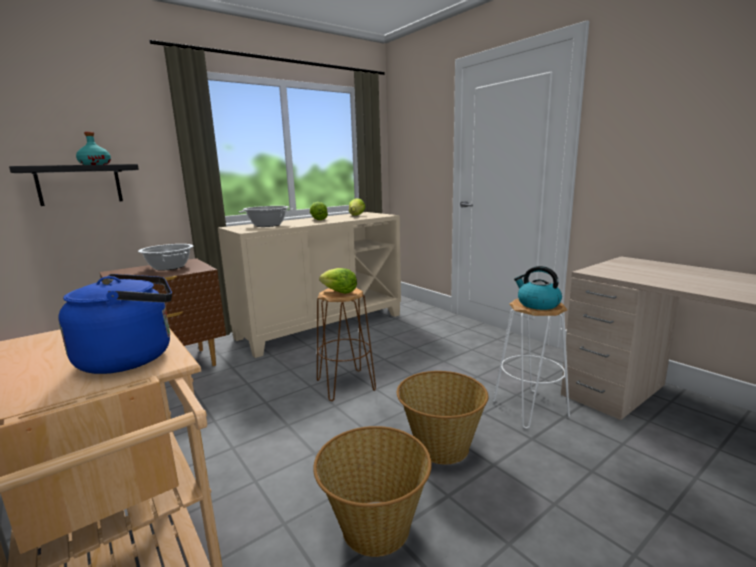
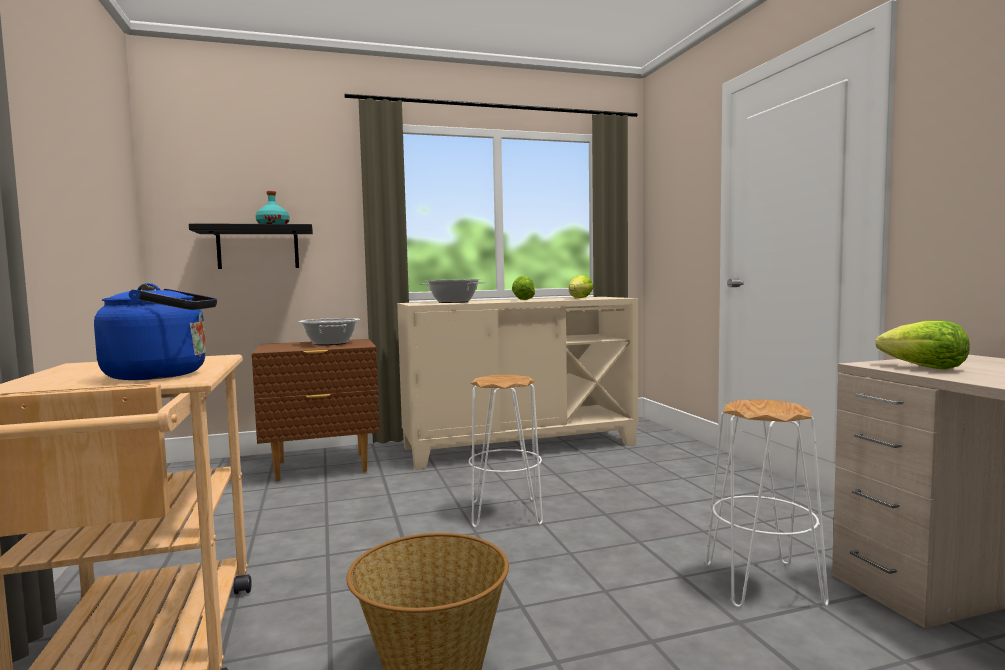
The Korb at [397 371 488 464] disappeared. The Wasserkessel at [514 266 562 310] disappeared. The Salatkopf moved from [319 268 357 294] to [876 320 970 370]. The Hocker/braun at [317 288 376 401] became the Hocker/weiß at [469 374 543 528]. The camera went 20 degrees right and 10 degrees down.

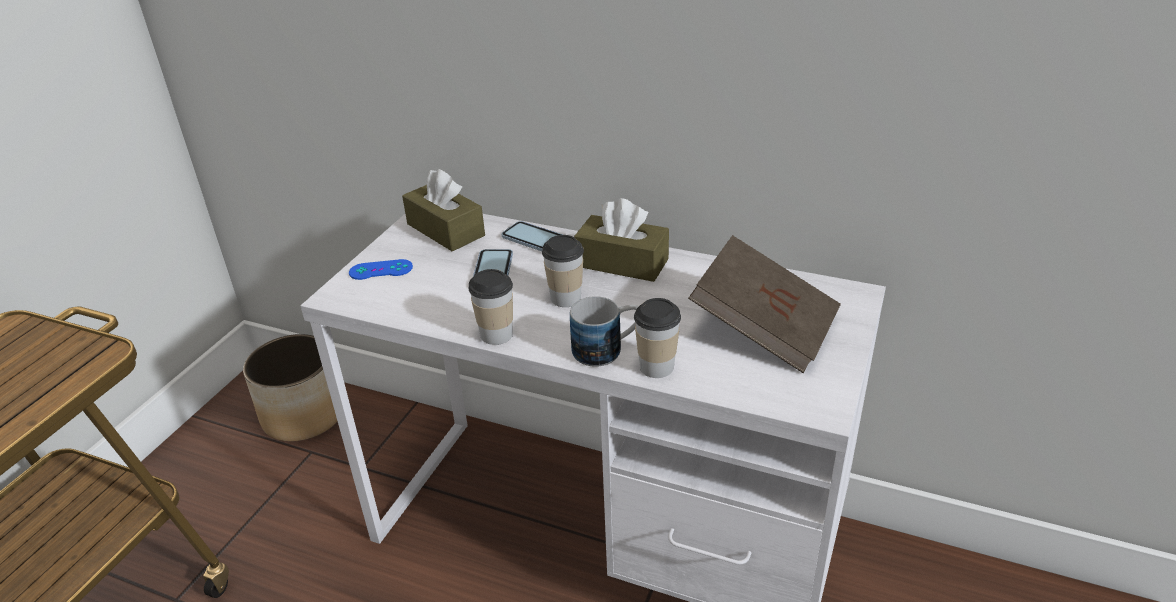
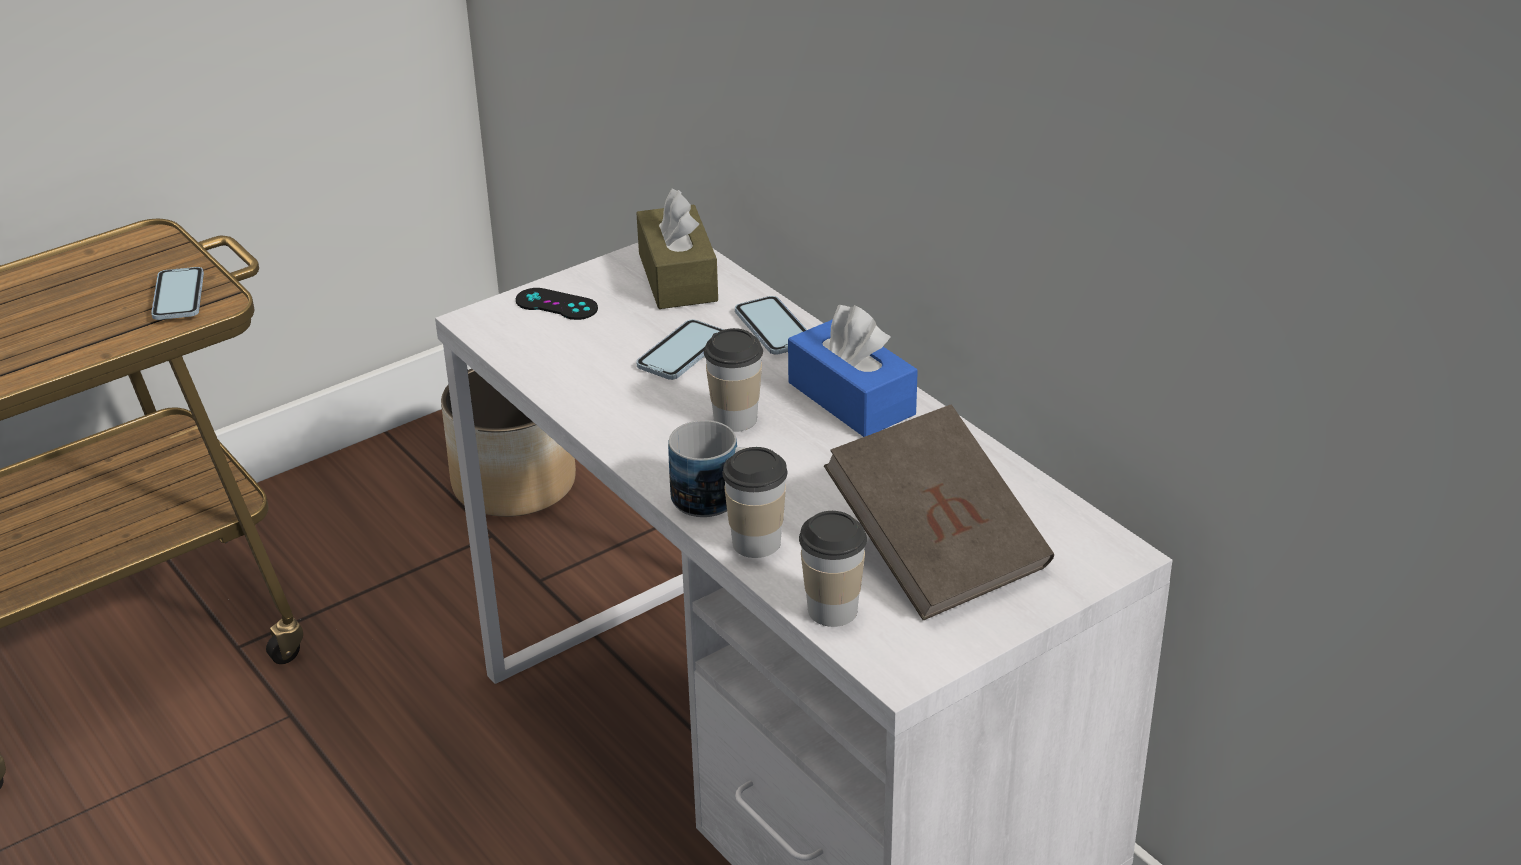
The Handy at [151 267 204 320] appeared. The Tasse moved from [469 269 513 345] to [799 511 867 627]. The Gamepad/blau at [349 259 413 280] became the Gamepad/schwarz at [516 288 598 320]. The Taschentuchbox/braun at [574 198 669 282] became the Taschentuchbox/blau at [788 305 918 437]. The camera went 30 degrees right and 0 degrees up.

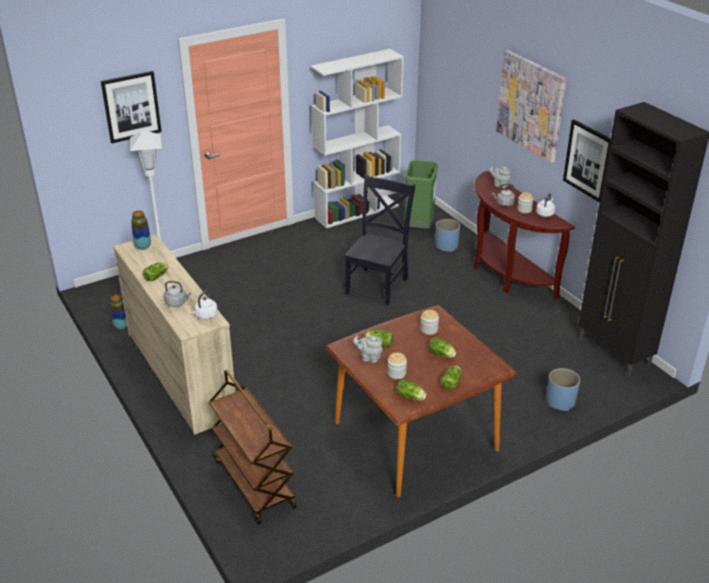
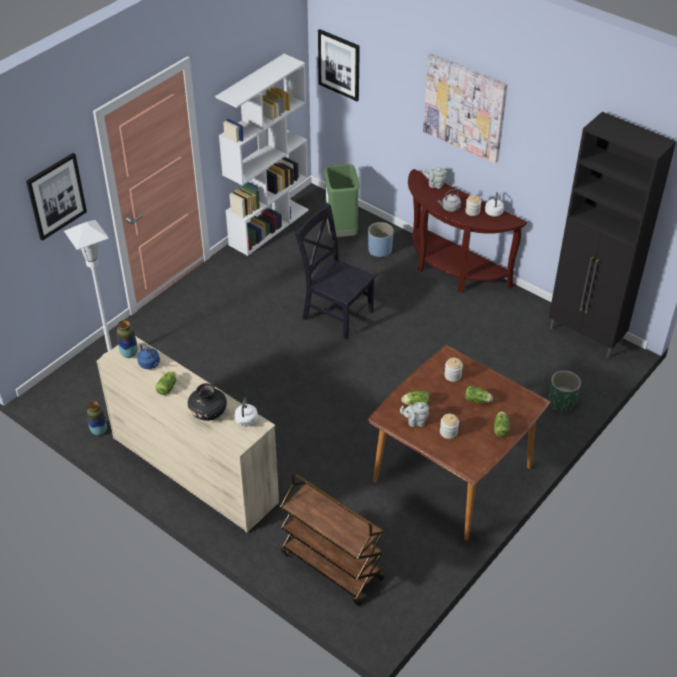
The Salatkopf at [397 379 426 400] disappeared. The Wasserkessel/blau at [137 343 160 369] appeared. The Bild moved from [563 120 611 202] to [318 29 360 101]. The Wasserkessel/grau at [164 281 191 307] was replaced by the Vase/schwarz at [188 383 227 421]. The Pflanzkübel/blau at [546 368 580 411] became the Pflanzkübel/grün at [549 371 581 411]. The Stuhl/schwarz at [344 174 416 305] turned 60 degrees counterclockwise. The camera went 20 degrees left and 10 degrees up.

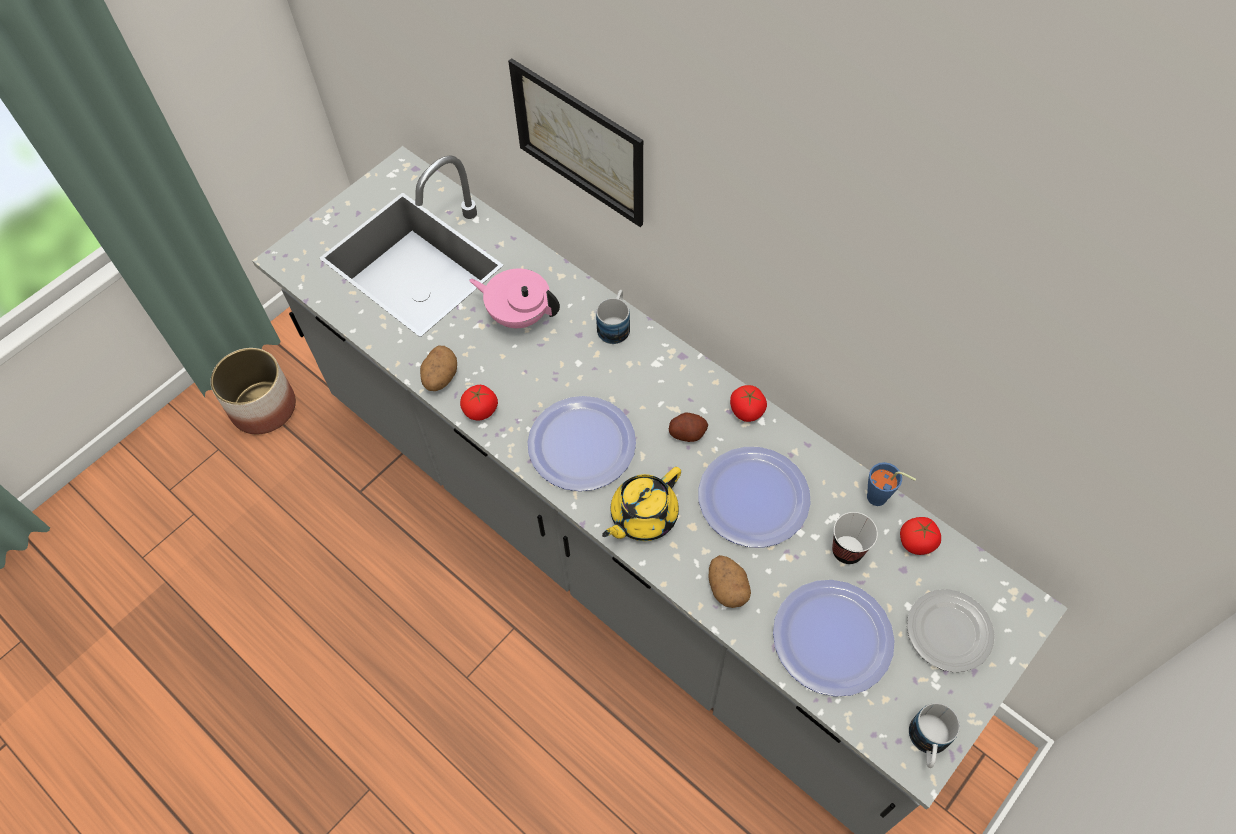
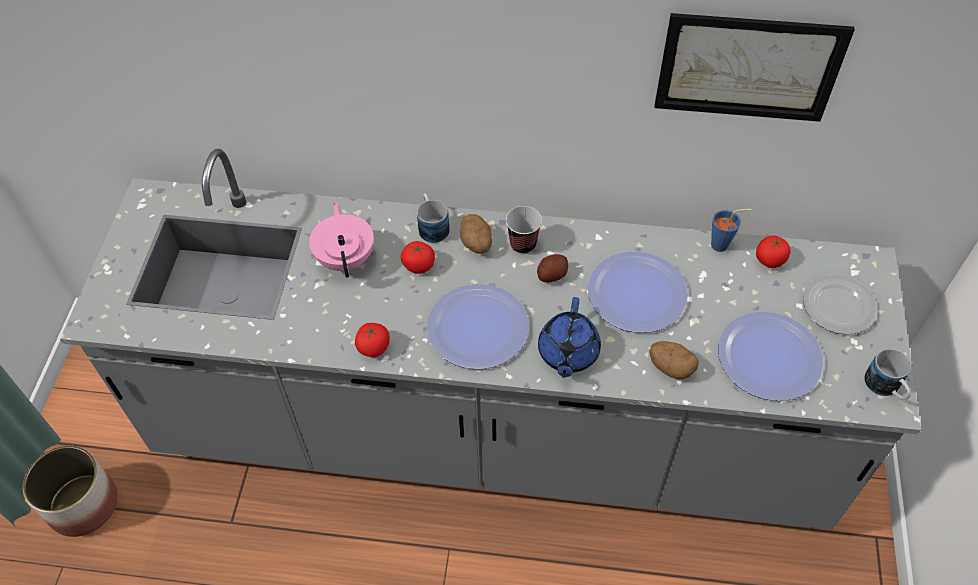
The Kartoffel moved from [420 346 457 391] to [460 214 492 254]. The Bild moved from [508 58 643 227] to [654 13 855 122]. The Tomate moved from [730 385 767 422] to [401 241 435 274]. The Tasse moved from [832 512 878 564] to [506 206 542 254]. The Teekanne/gelb at [602 467 681 541] became the Teekanne/blau at [538 297 601 378]. The Teekanne/rosa at [469 268 560 328] turned 90 degrees clockwise. The camera went 35 degrees left and 5 degrees down.

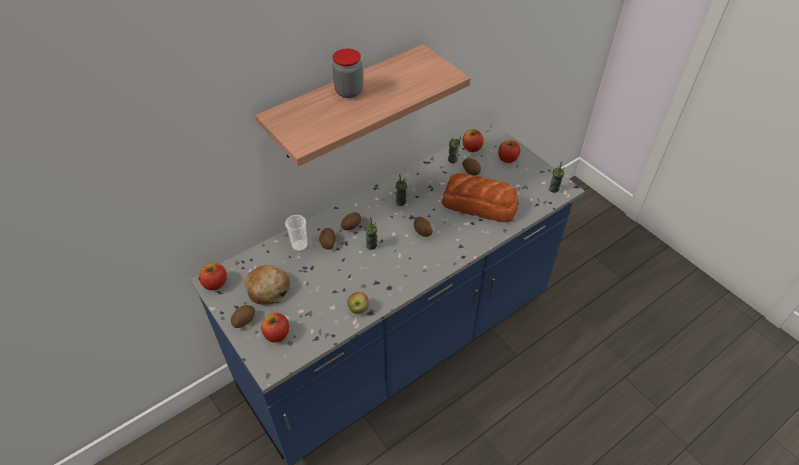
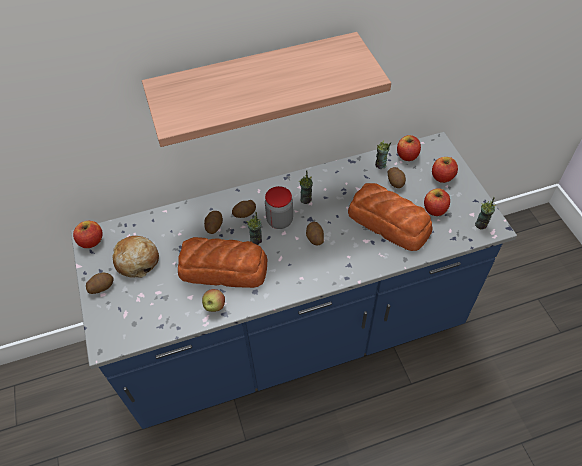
The Tasse at [285 215 308 252] disappeared. The Brot at [178 237 267 288] appeared. The Apfel moved from [261 312 289 343] to [424 188 450 216]. The Vorratsglas moved from [332 49 363 98] to [265 186 293 229]. The camera went 20 degrees right and 5 degrees up.

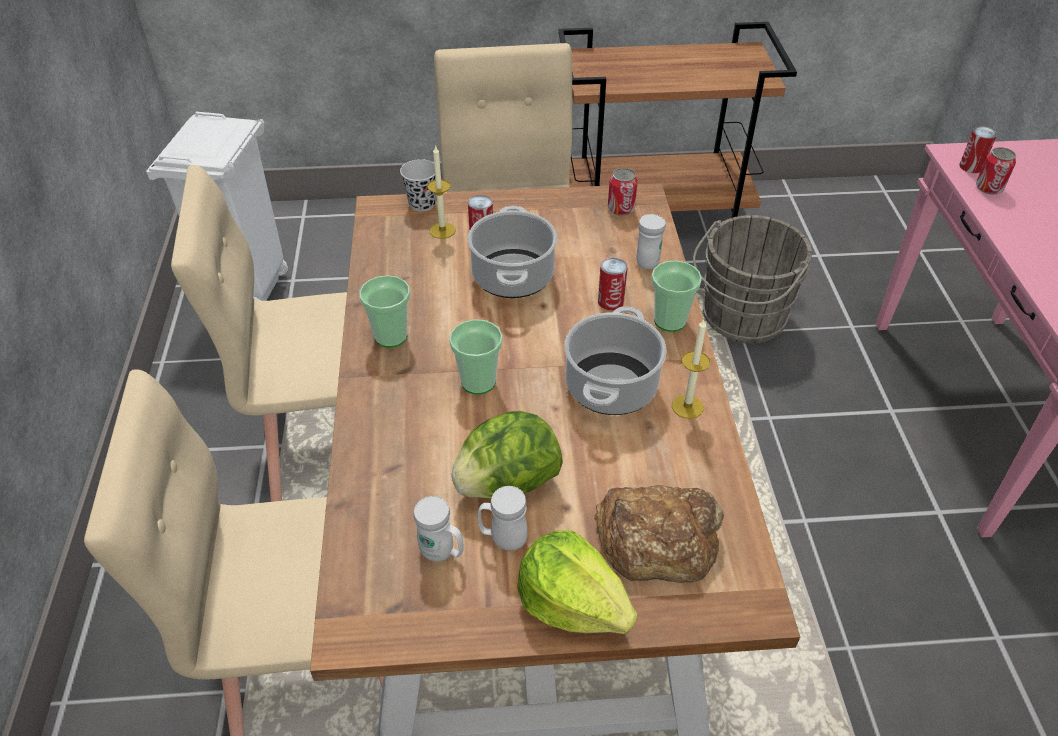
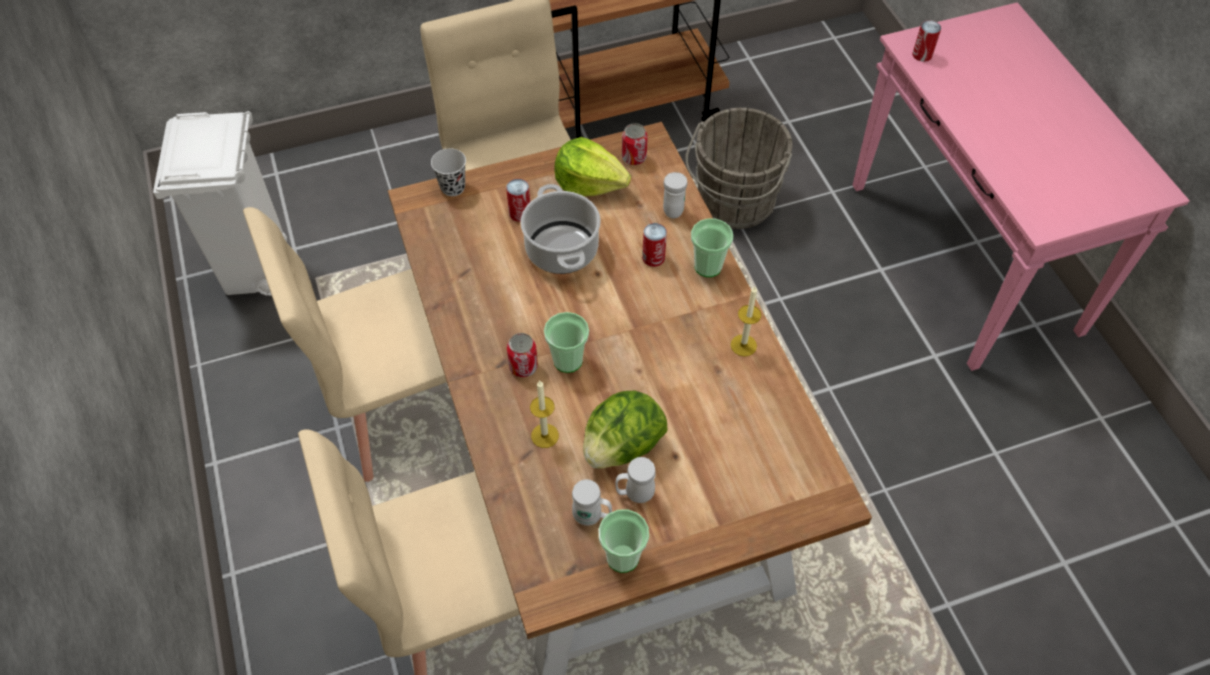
The Kochtopf at [564 307 667 415] disappeared. The Brot at [594 485 724 583] disappeared. The Tasse moved from [359 275 410 348] to [598 509 649 573]. The Kerze moved from [427 145 456 239] to [530 381 559 448]. The Salatkopf moved from [517 530 637 634] to [554 137 631 196]. The Dose moved from [976 147 1016 195] to [507 333 538 377]. The camera went 15 degrees left and 10 degrees up.

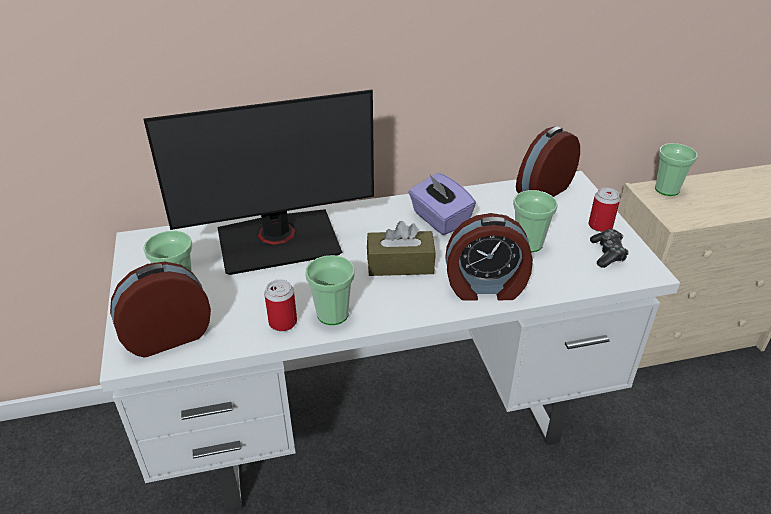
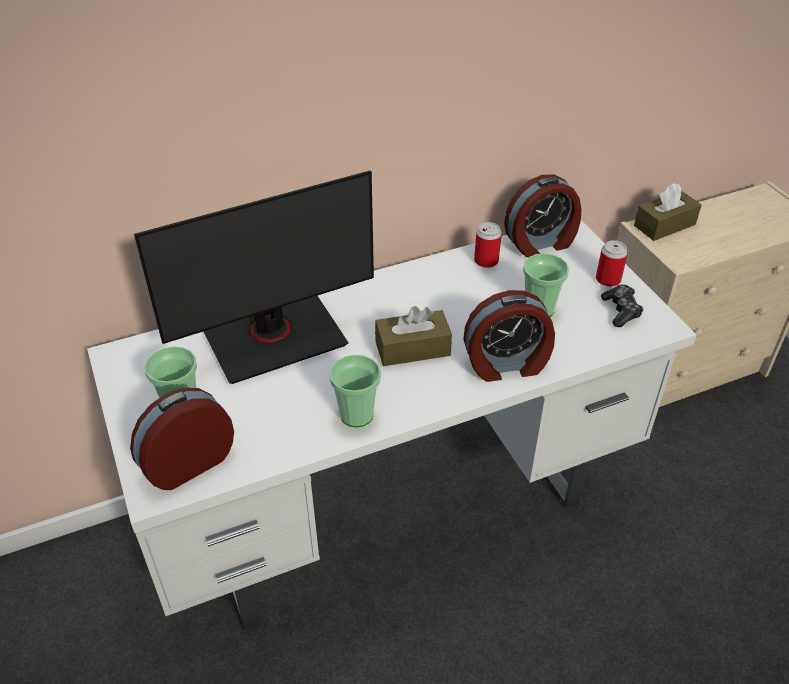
The Taschentuchbox/lila at [408 173 476 235] disappeared. The Dose moved from [264 280 297 331] to [474 222 502 268]. The Tasse at [655 143 698 196] was replaced by the Taschentuchbox/braun at [634 183 701 241]. The Wecker at [516 126 580 197] turned 150 degrees counterclockwise. The camera went 10 degrees left and 5 degrees up.

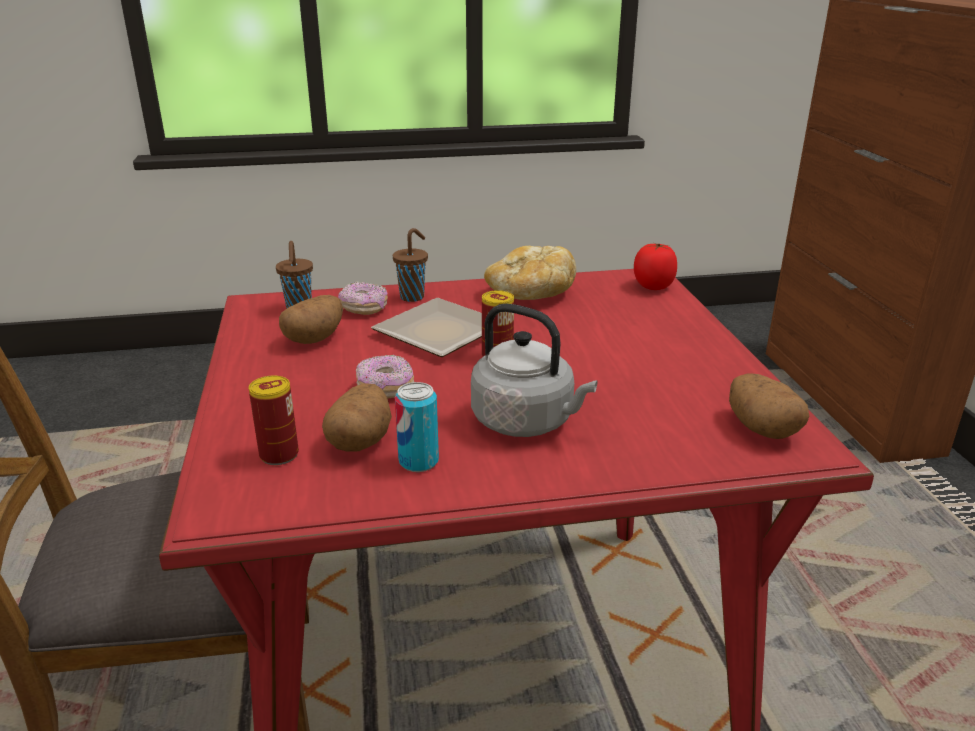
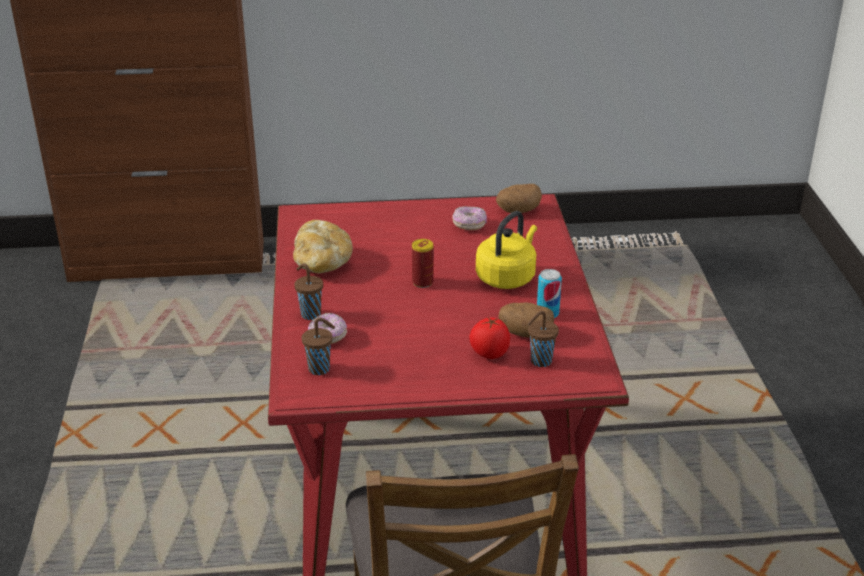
The Kartoffel at [279 295 343 344] disappeared. The Teller at [371 298 482 357] disappeared. The Donut moved from [356 355 414 398] to [452 206 487 230]. The Tomate moved from [634 243 677 290] to [469 318 510 359]. The Dose at [249 375 299 465] was replaced by the Tasse/braun at [527 311 559 367]. The Wasserkessel/grau at [471 304 597 437] became the Wasserkessel/gelb at [476 211 537 289]. The camera went 85 degrees left and 5 degrees up.

